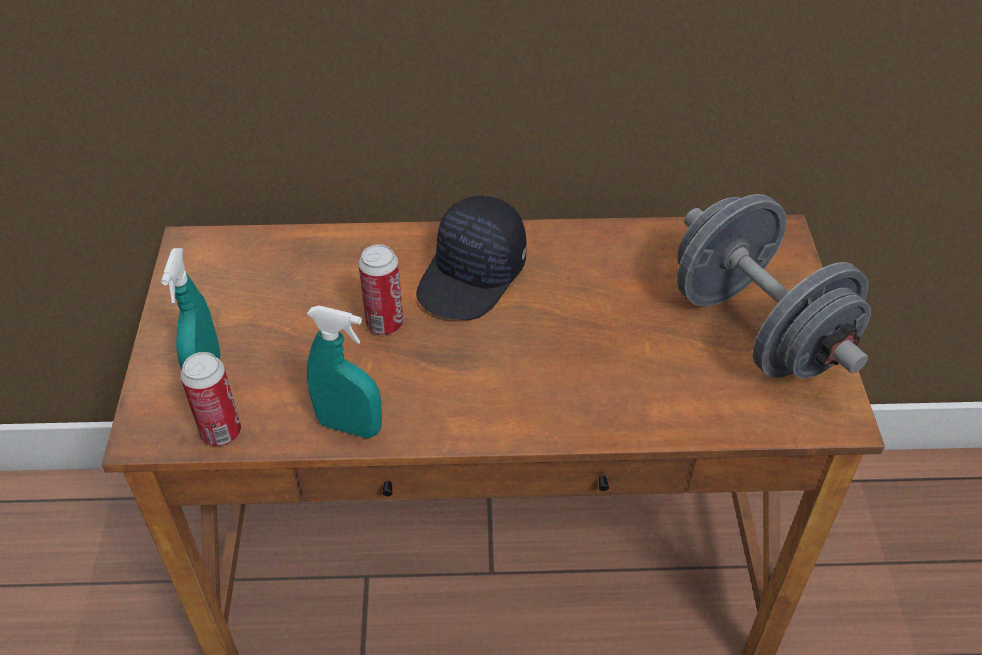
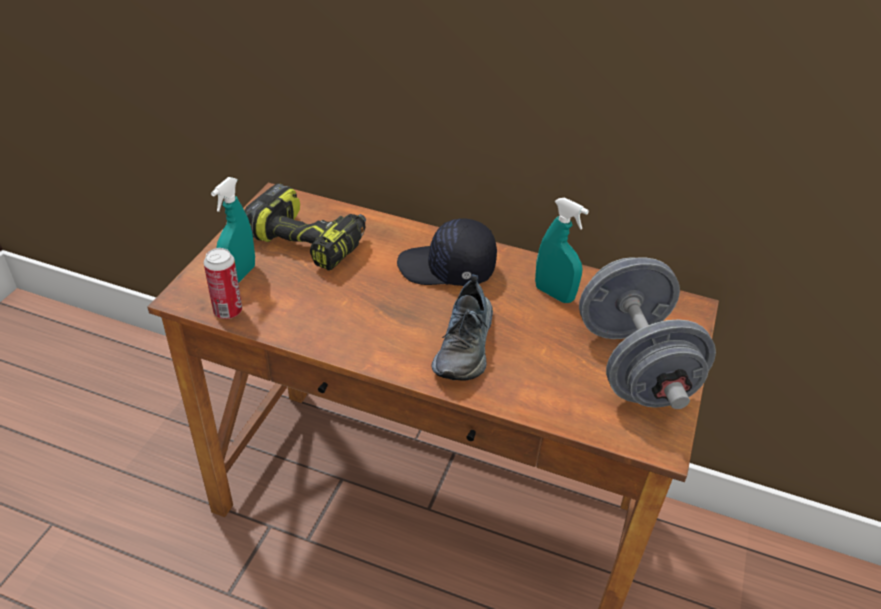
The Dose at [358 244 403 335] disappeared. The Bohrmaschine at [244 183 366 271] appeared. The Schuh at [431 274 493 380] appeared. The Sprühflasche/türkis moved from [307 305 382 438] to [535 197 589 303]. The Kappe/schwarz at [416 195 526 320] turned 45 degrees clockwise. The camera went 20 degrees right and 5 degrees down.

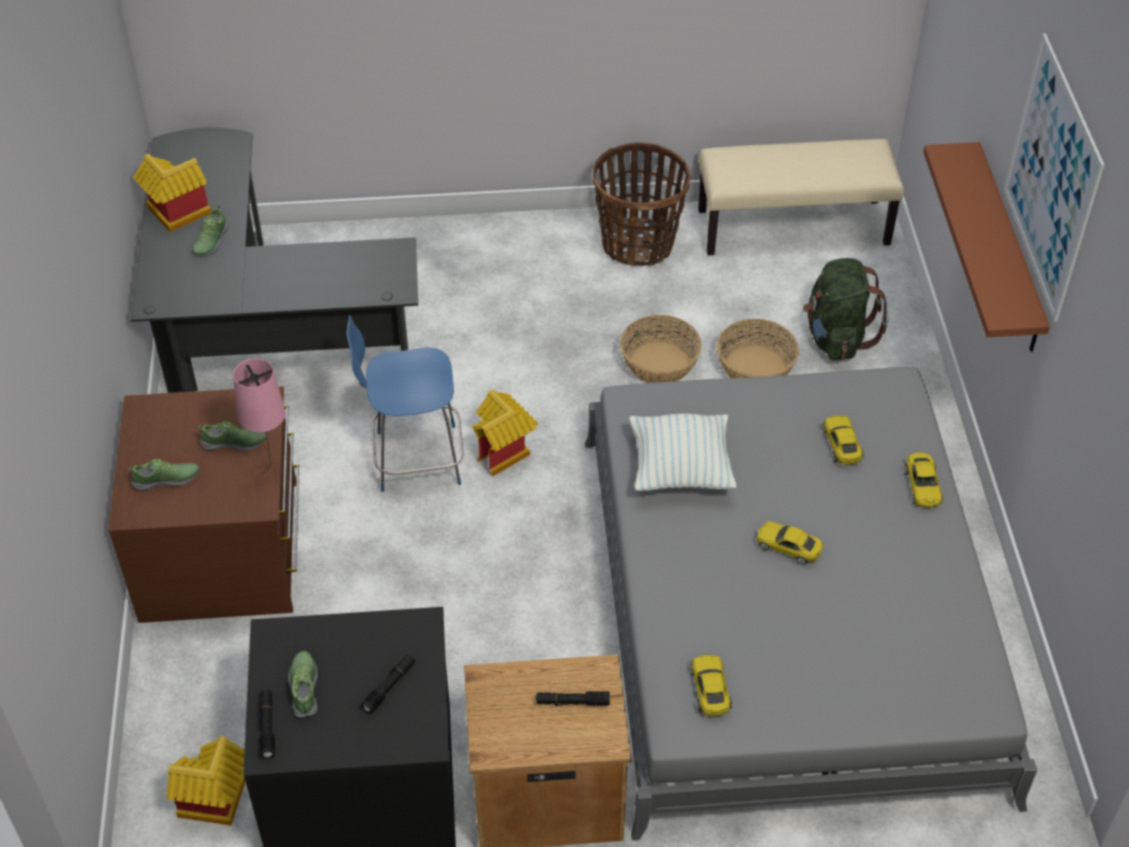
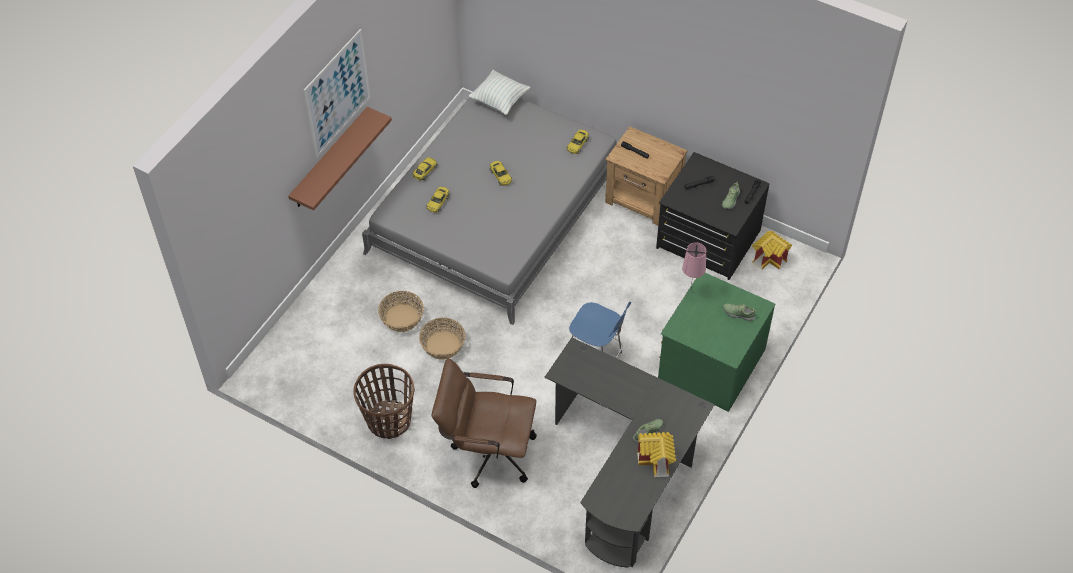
The Schuh at [198 421 267 451] disappeared. The Spielzeughaus at [473 390 538 477] disappeared. The Bank/beige at [698 139 904 255] disappeared. The Rucksack/grün at [803 258 889 360] disappeared. The Bürostuhl/braun at [432 358 537 488] appeared. The Kissen moved from [629 414 736 491] to [468 70 530 115]. The Kommode/braun at [108 386 300 623] became the Kommode/grün at [658 273 775 412]. The camera went 145 degrees left and 5 degrees up.

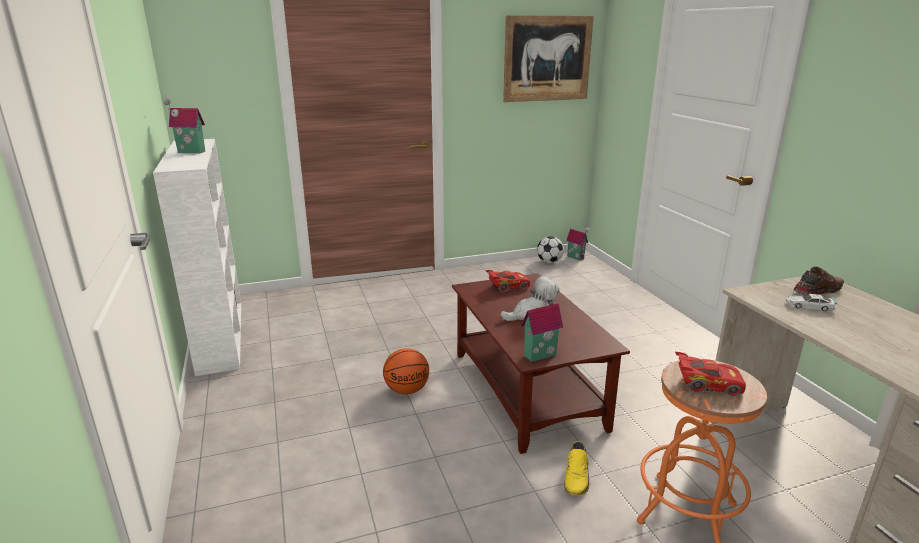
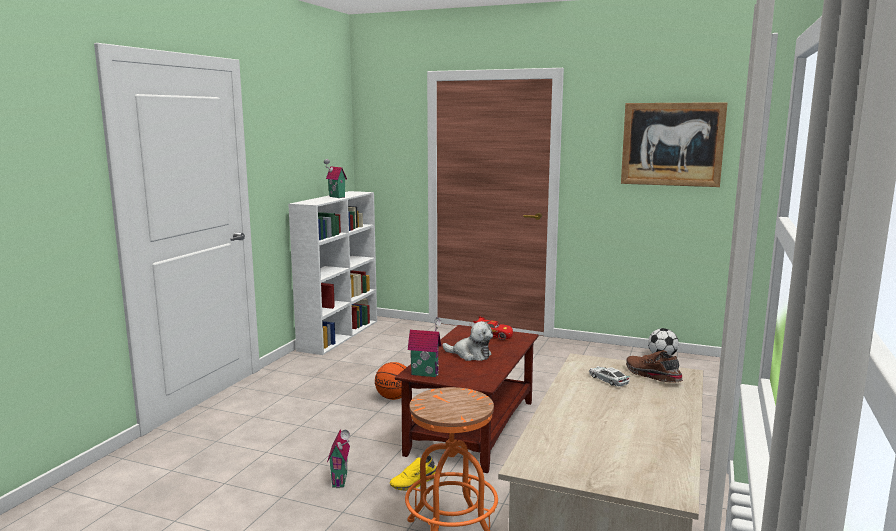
The Spielzeugauto/rot at [675 352 746 397] disappeared. The Spielzeughaus moved from [566 224 590 261] to [327 430 350 488]. The Schuh/braun at [793 266 844 295] turned 135 degrees counterclockwise. The camera went 40 degrees right and 10 degrees down.

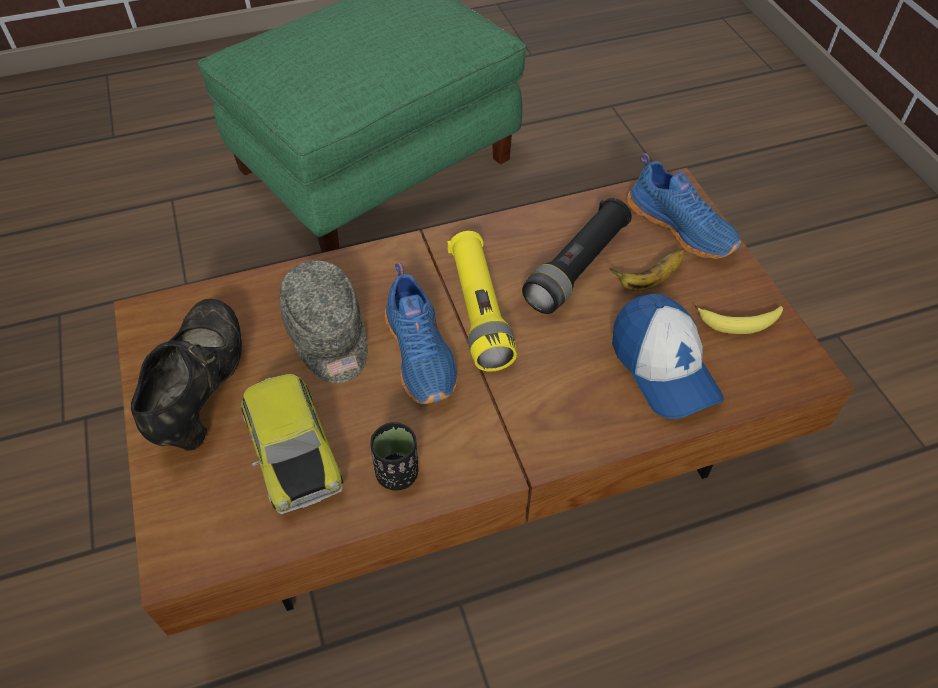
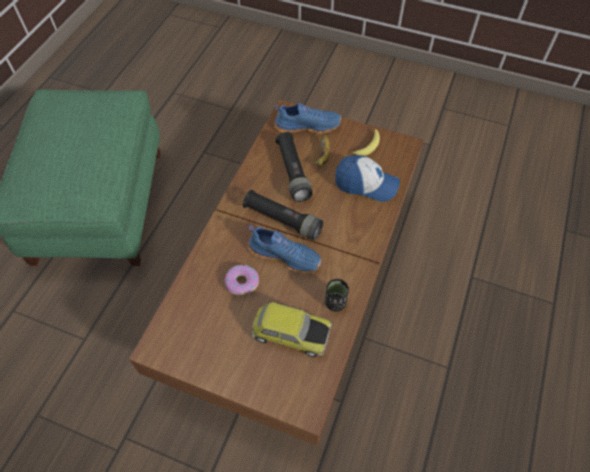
The Schuh/schwarz at [131 299 242 451] disappeared. The Kappe/grau at [279 260 368 383] was replaced by the Donut at [225 265 259 295]. The Taschenlampe/gelb at [447 231 517 371] became the Taschenlampe/schwarz at [243 190 324 240]. The camera went 50 degrees left and 5 degrees up.

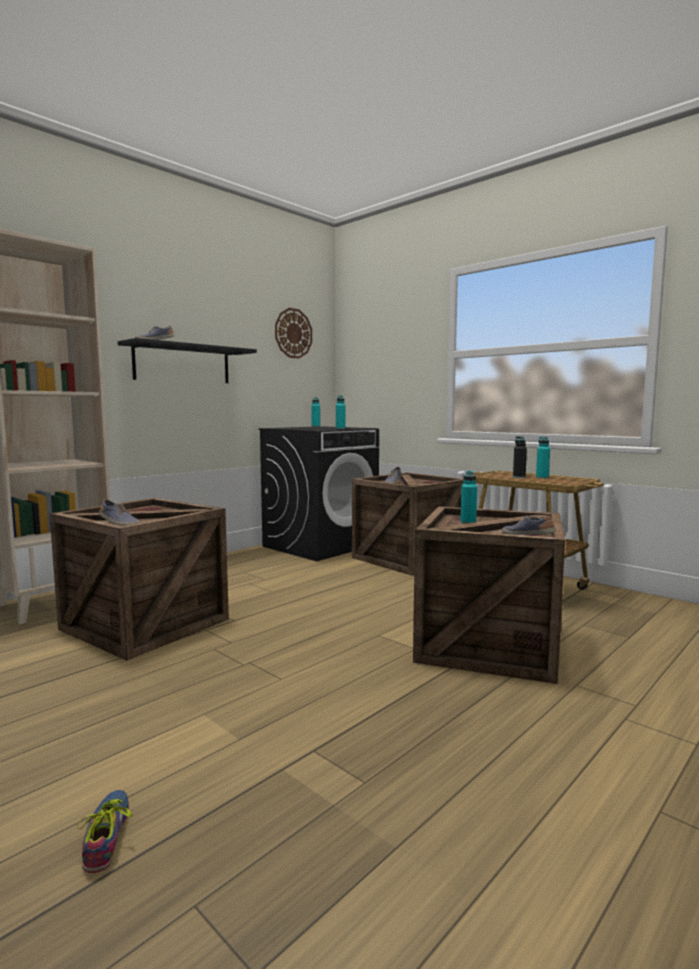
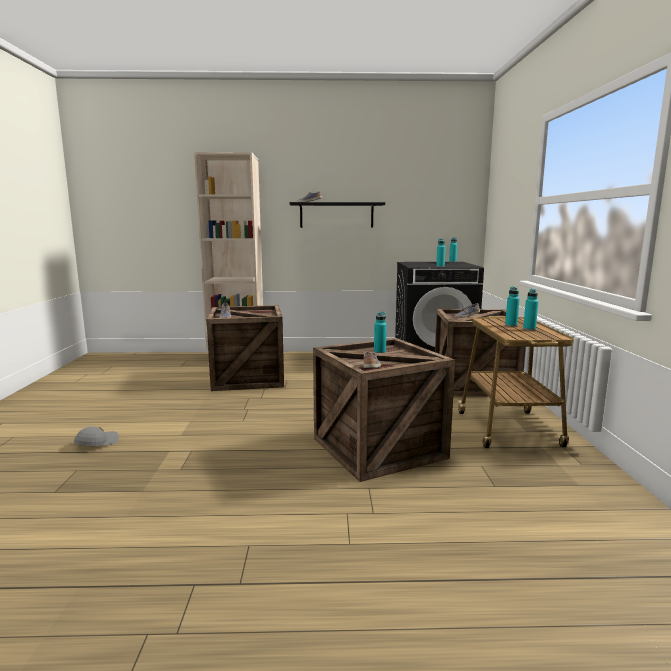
The Wanduhr at [275 308 312 359] disappeared. The Schuh at [77 790 133 873] was replaced by the Kappe/grau at [74 427 119 446]. The Flasche/schwarz at [513 436 527 478] became the Flasche/türkis at [505 287 520 327]. The camera went 45 degrees right and 5 degrees up.

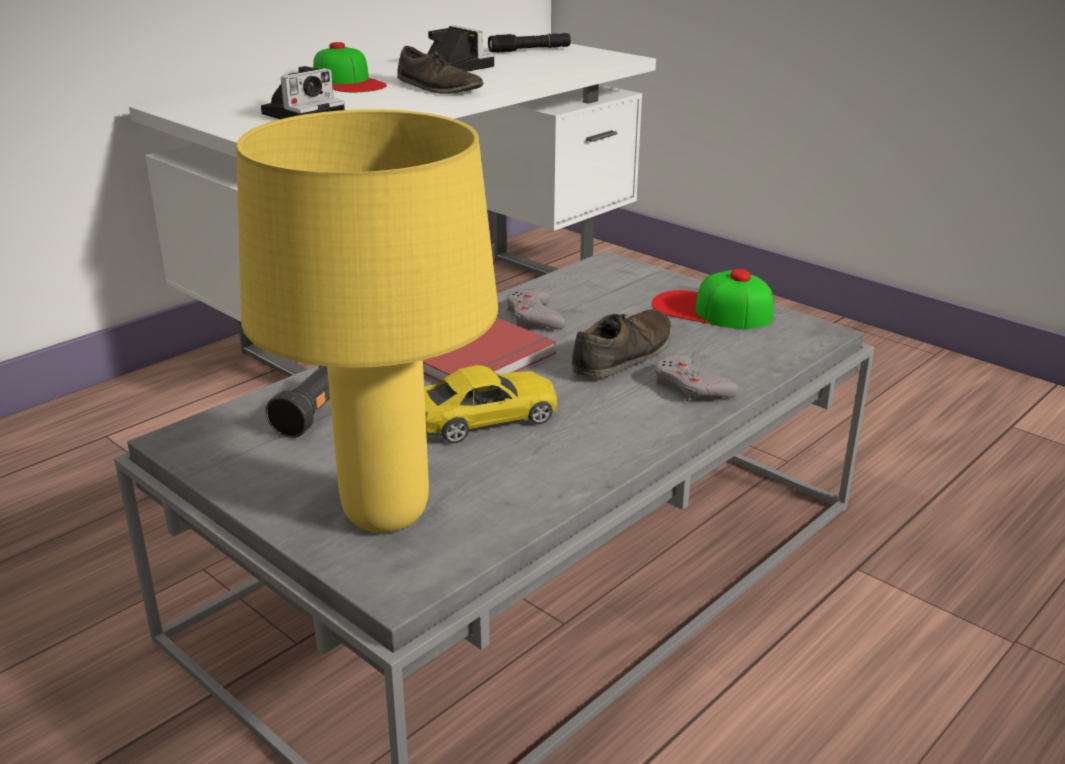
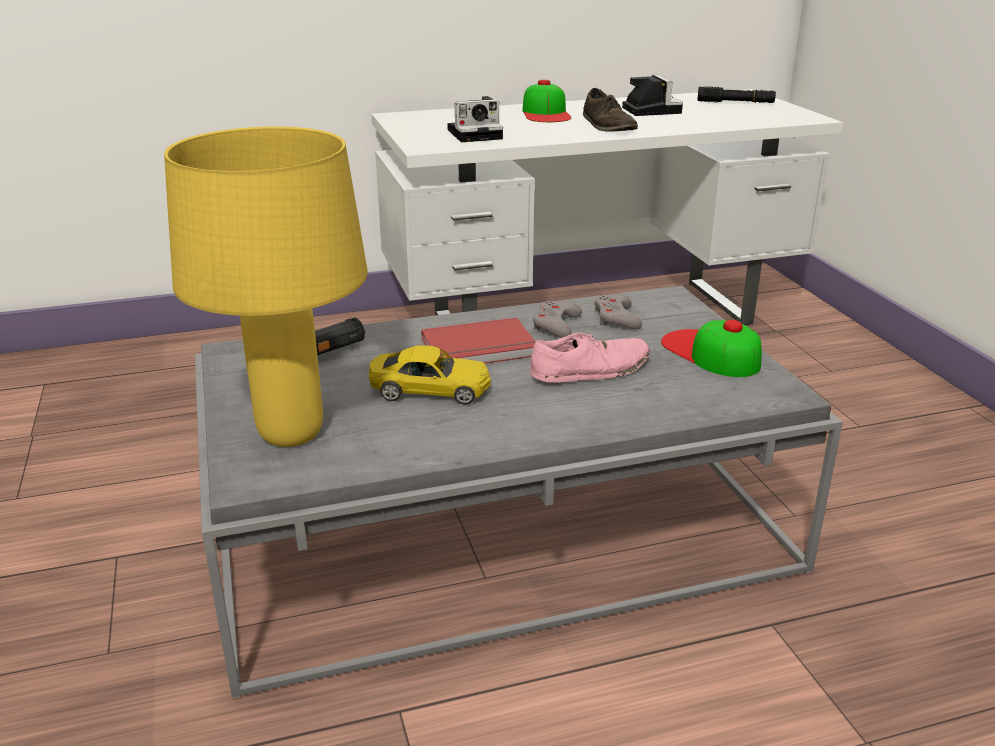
The Gamepad/grau moved from [654 354 739 402] to [594 294 642 330]. The Schuh/braun at [572 309 672 377] became the Schuh/rosa at [530 333 650 383]. The camera went 30 degrees right and 0 degrees up.

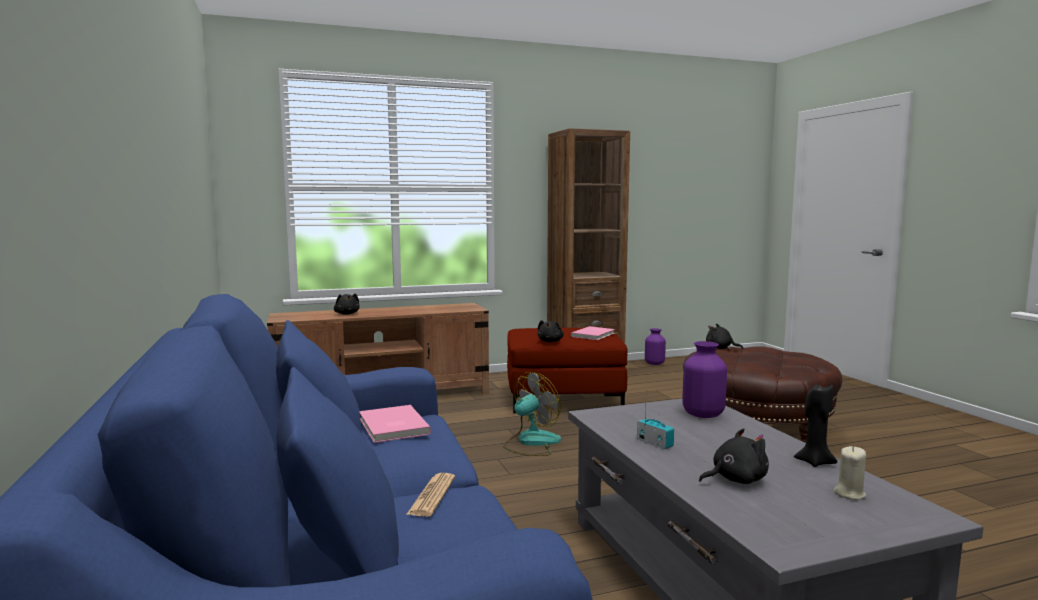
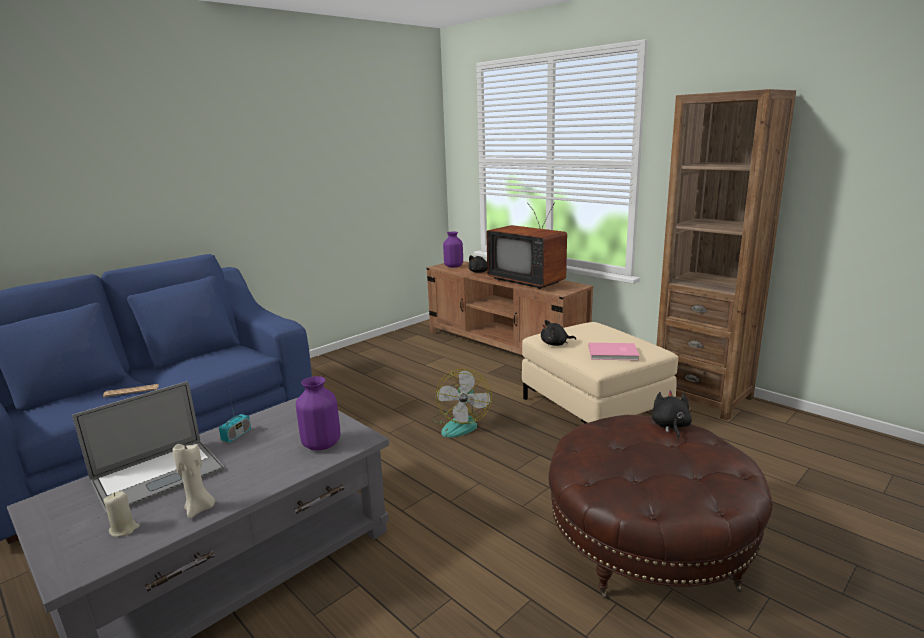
The Buch/rosa at [360 405 431 443] disappeared. The Fernseher at [486 202 567 289] appeared. The Vase/lila moved from [645 328 666 365] to [443 232 463 268]. The Plüschtier/schwarz at [699 428 769 484] was replaced by the Laptop at [72 381 224 516]. The Polsterhocker/rot at [507 328 628 413] became the Polsterhocker/beige at [522 322 678 424]. The Kerze/schwarz at [794 385 837 467] became the Kerze/beige at [173 442 215 519]. The Ventilator at [503 372 561 456] turned 75 degrees clockwise. The camera went 65 degrees right and 10 degrees up.

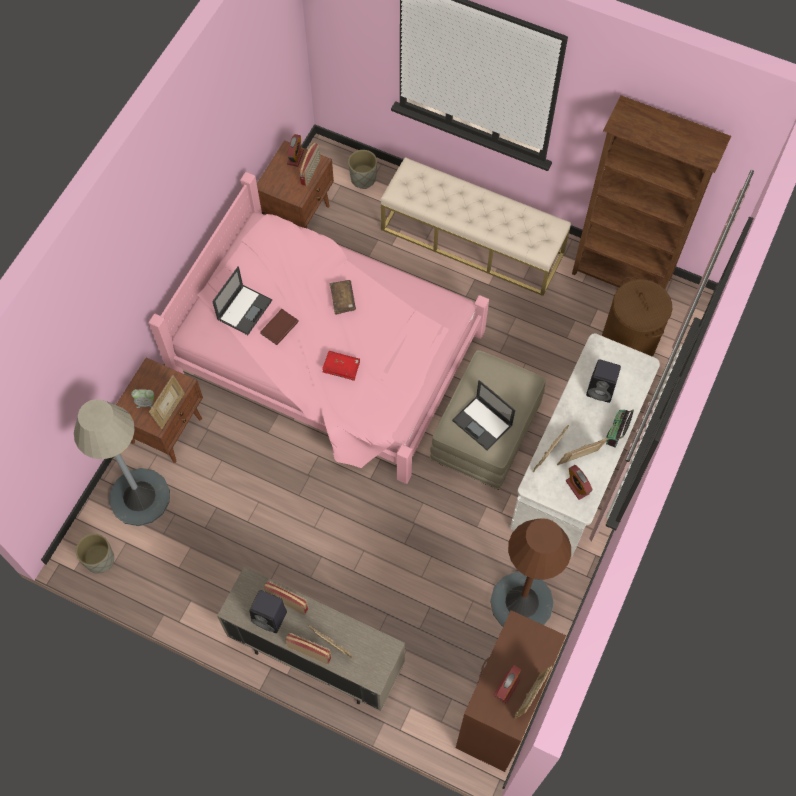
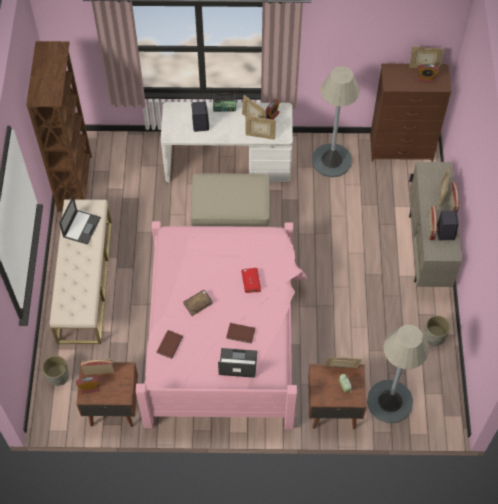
The Wäschekorb/braun at [602 276 672 357] disappeared. The Buch/braun at [156 330 183 359] appeared. The Pflanzkübel/grau moved from [76 533 114 574] to [424 315 450 346]. The Laptop moved from [452 380 515 451] to [59 196 101 245]. The Stehlampe/braun at [490 518 571 627] became the Stehlampe/grau at [312 66 360 177]. The camera went 115 degrees left and 5 degrees down.

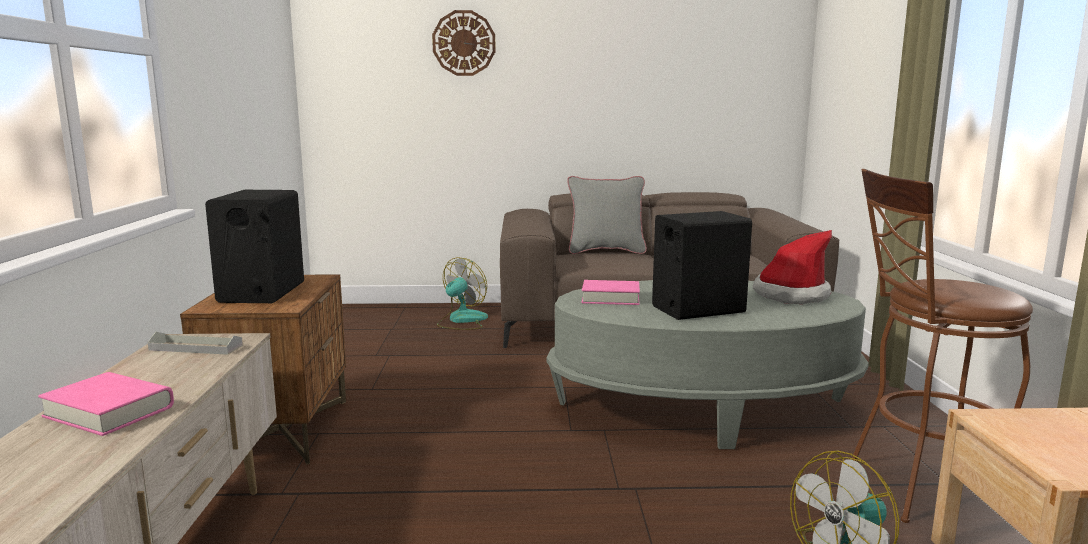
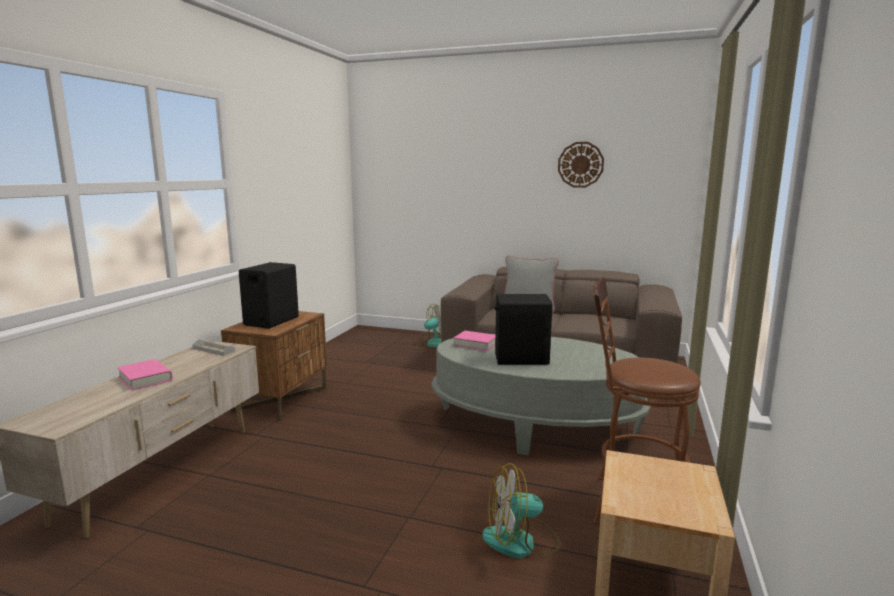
The Hut at [753 230 832 304] disappeared. The Wanduhr moved from [432 10 496 76] to [558 142 604 188]. The camera went 20 degrees right and 0 degrees up.

